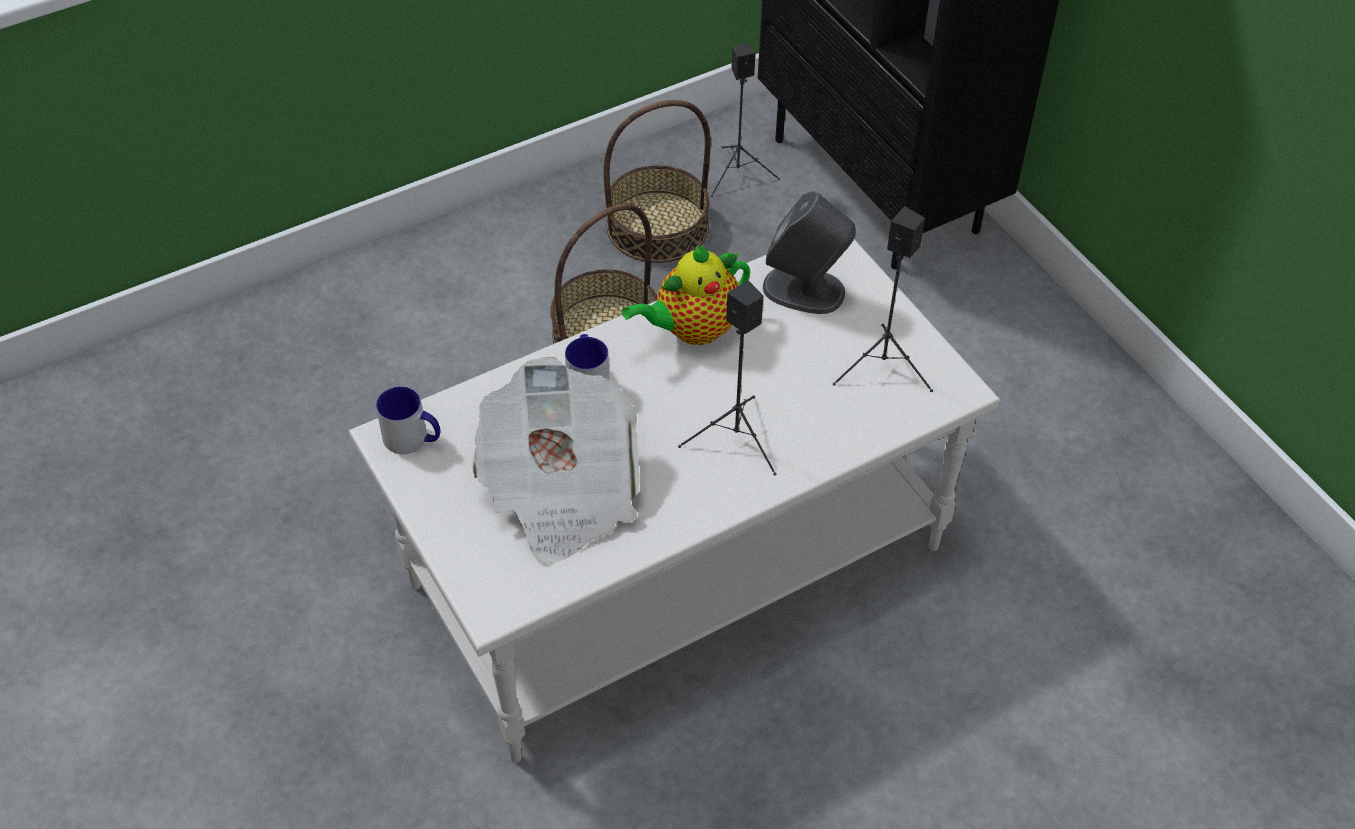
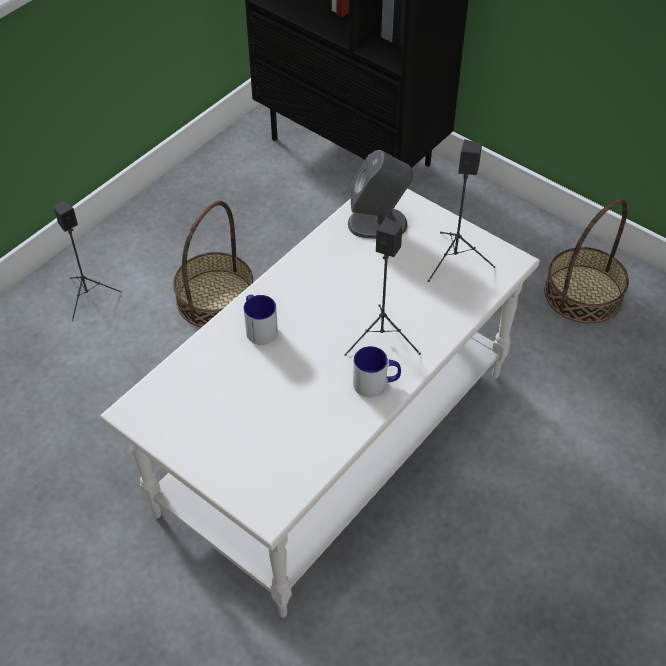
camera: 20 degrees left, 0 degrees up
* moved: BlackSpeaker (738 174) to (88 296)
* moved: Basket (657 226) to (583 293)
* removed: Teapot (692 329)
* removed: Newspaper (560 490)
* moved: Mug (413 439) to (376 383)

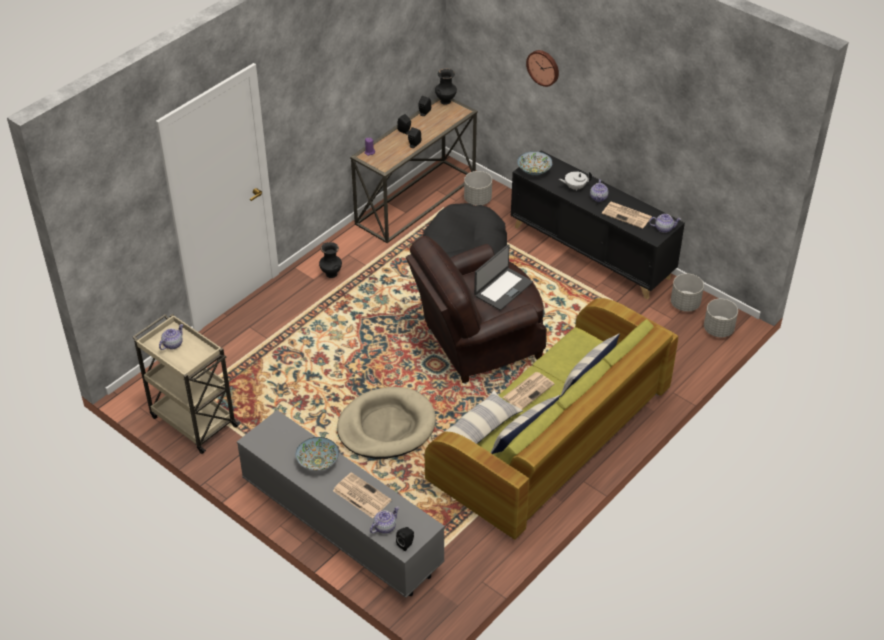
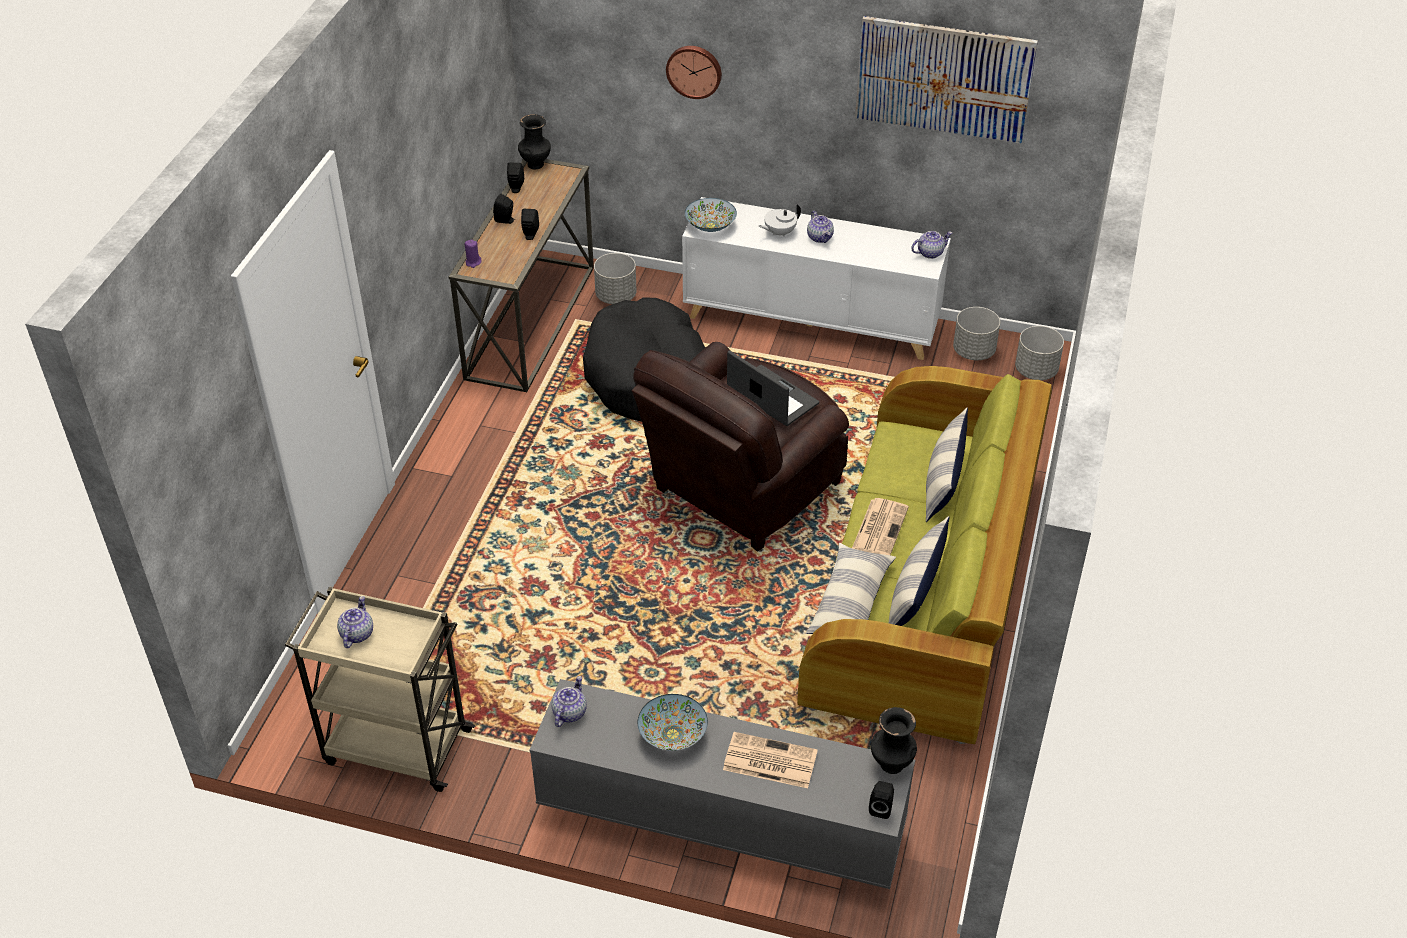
camera: 25 degrees left, 0 degrees up
* recoloured: BlackCabinet (591 252) to WhiteCabinet (812 320)
* removed: Newspaper (627 215)
* moved: BlackVase (331 274) to (890 764)
* turned: Laptop (502 289) = (771 397) 60 degrees counterclockwise
* removed: BeigeDogBed (386 426)
* moved: Teapot (384 527) to (569 712)
* added: Picture (943 79)

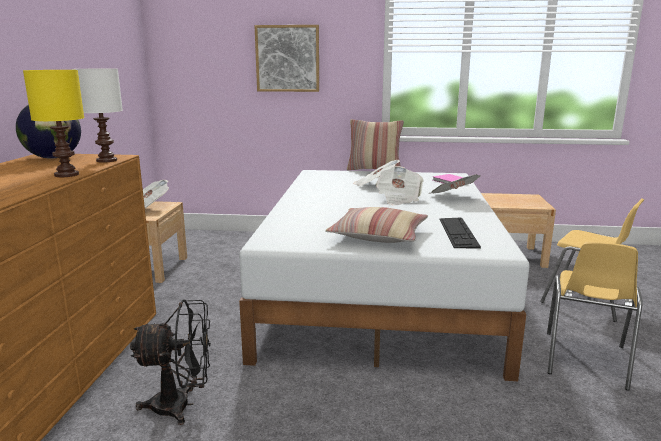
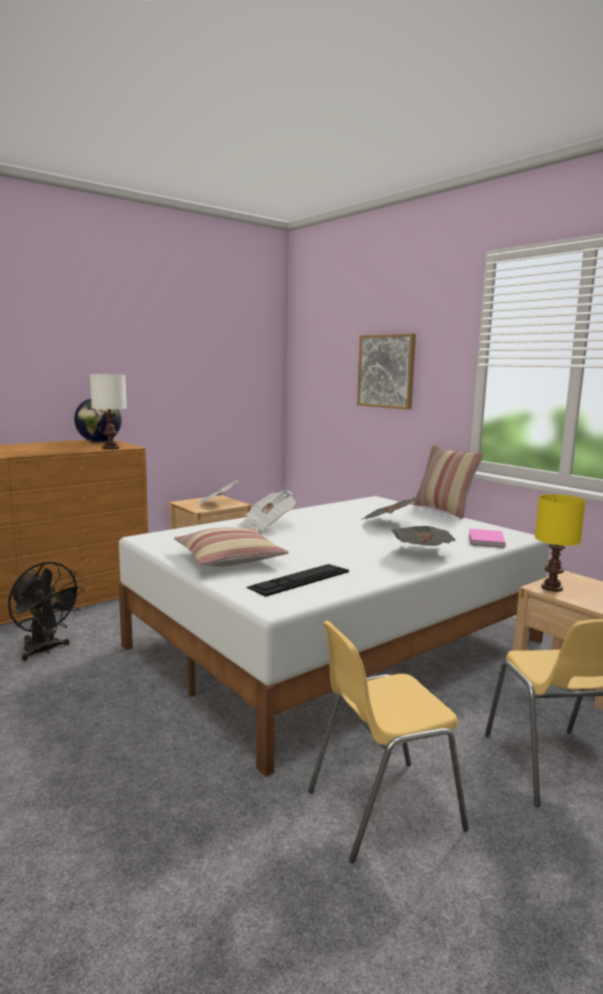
camera: 45 degrees right, 5 degrees down
* moved: YellowTableLamp (66 175) to (551 588)
* moved: Newspaper (398 199) to (265 526)

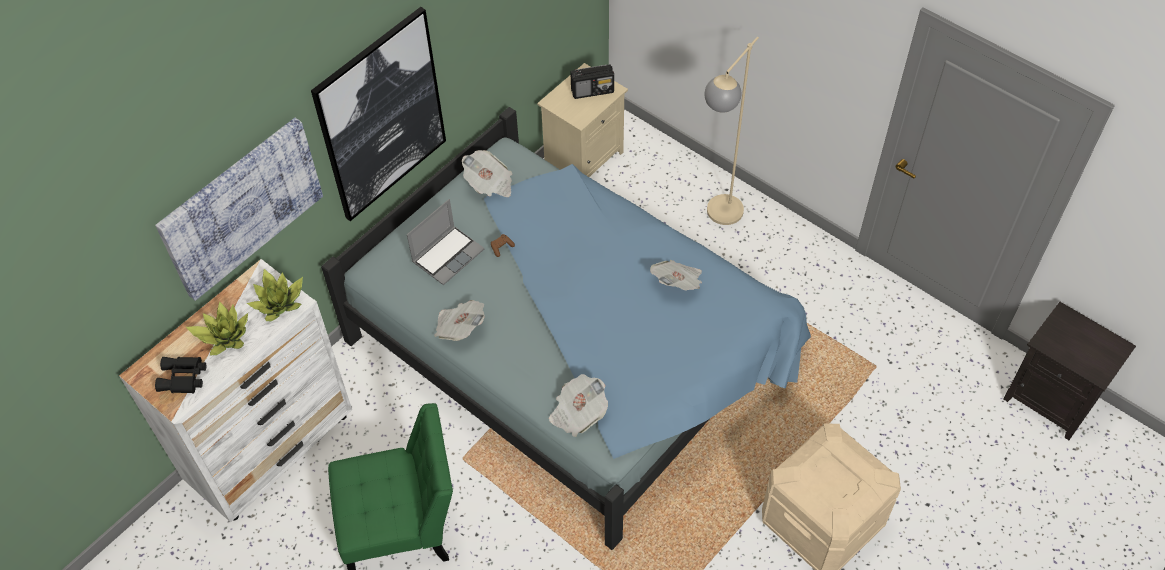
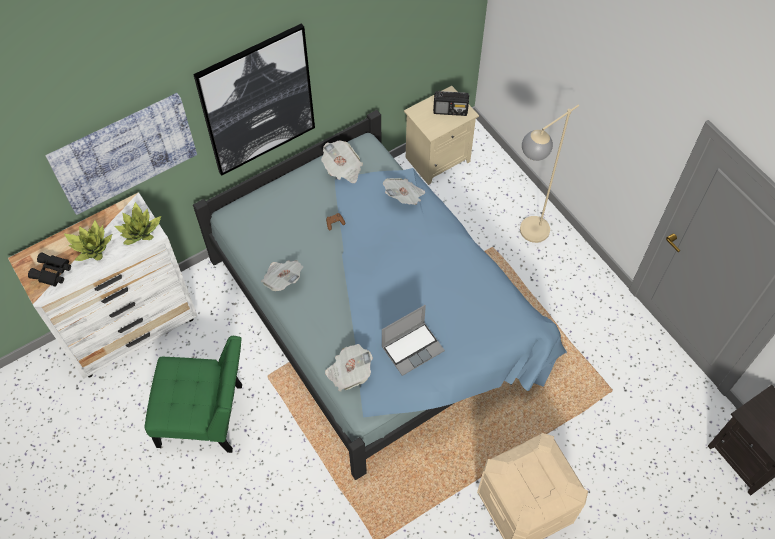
camera: 15 degrees right, 5 degrees up
* moved: Laptop (448 255) to (413 348)
* moved: Newspaper (678 283) to (404 197)

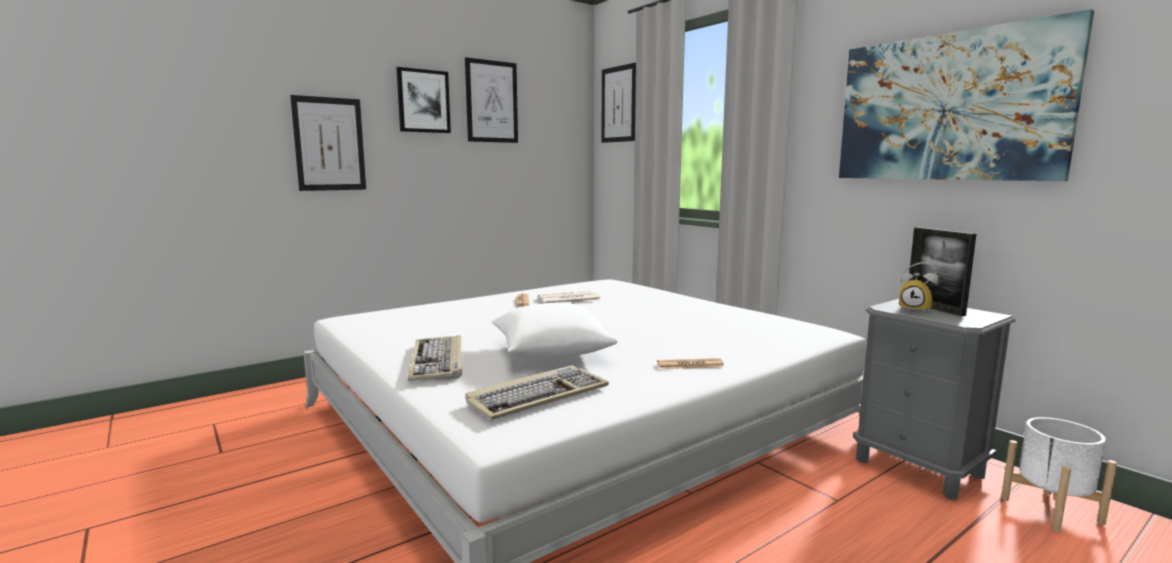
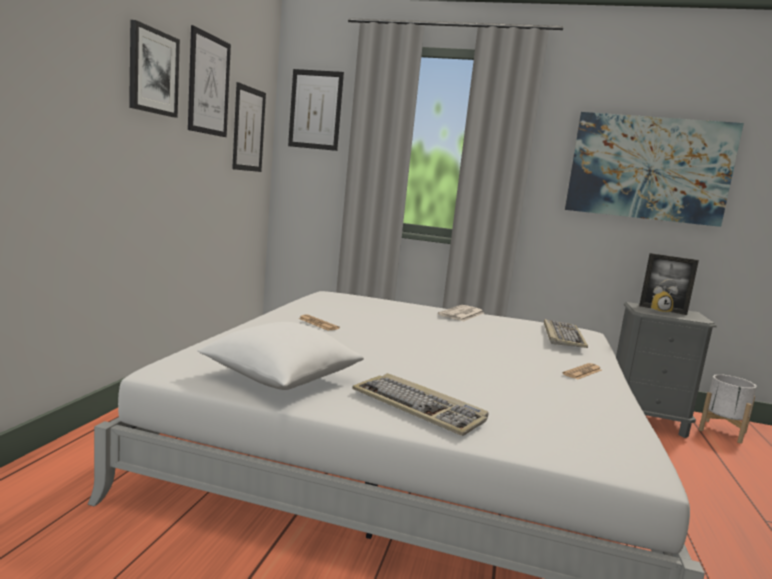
camera: 40 degrees left, 0 degrees up
* moved: Picture (329 144) to (248 129)
* moved: Newspaper (568 299) to (461 314)
* moved: WhitePillow (551 353) to (280 378)
* moved: Keyboard (538 396) to (562 336)

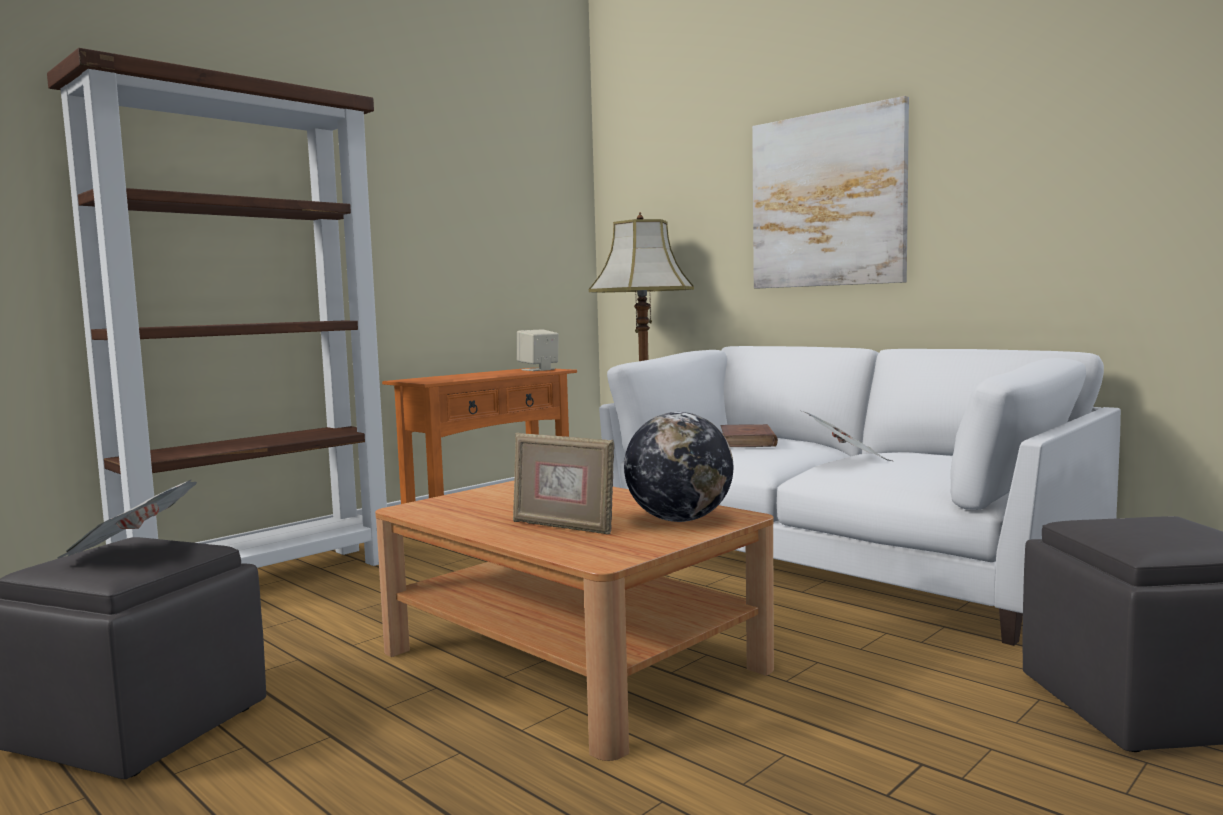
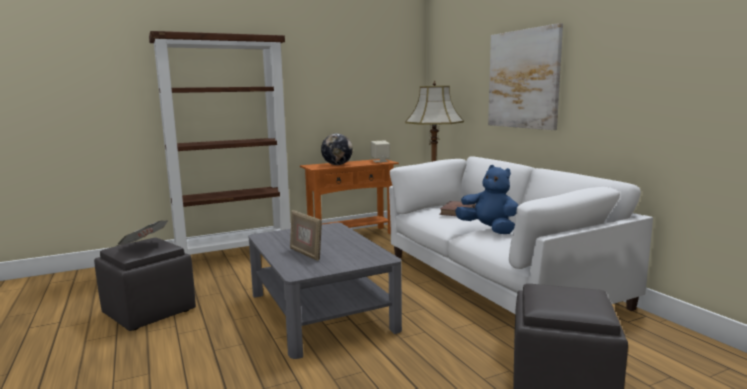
camera: 20 degrees right, 5 degrees up
* replaced: Newspaper (846 459) to BluePlushToy (489 229)
* moved: Globe (679 520) to (337 165)
* recoloured: BrownCoffeeTable (572 659) to GreyCoffeeTable (321 311)

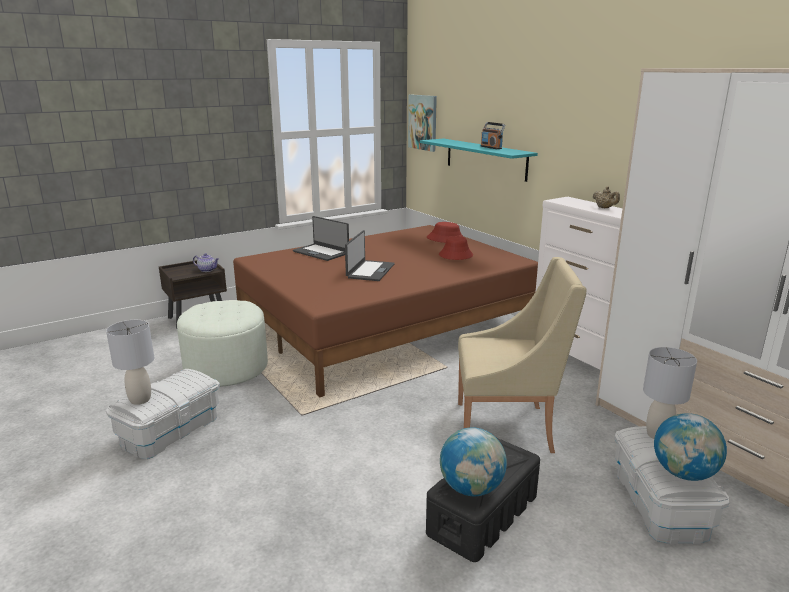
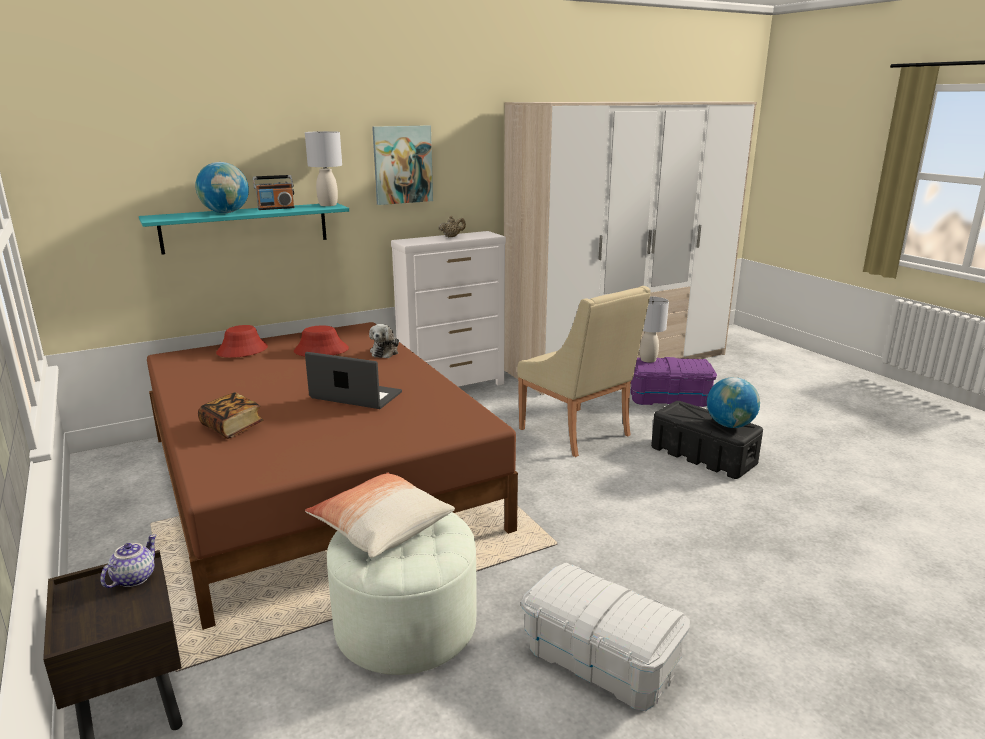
camera: 85 degrees left, 0 degrees up
* moved: Picture (423 122) to (402 164)
* replaced: Laptop (321 252) to Book (232 427)
* turned: BeigeArmchair (507 427) = (578 433) 135 degrees clockwise
* moved: GreyTableLamp (140 399) to (328 205)
* moved: Globe (683 473) to (225 213)
* recoloured: WhiteStorageBox (660 504) to PurpleStorageBox (669 398)
* added: PlushToy (385 352)
* added: Pillow (381 528)

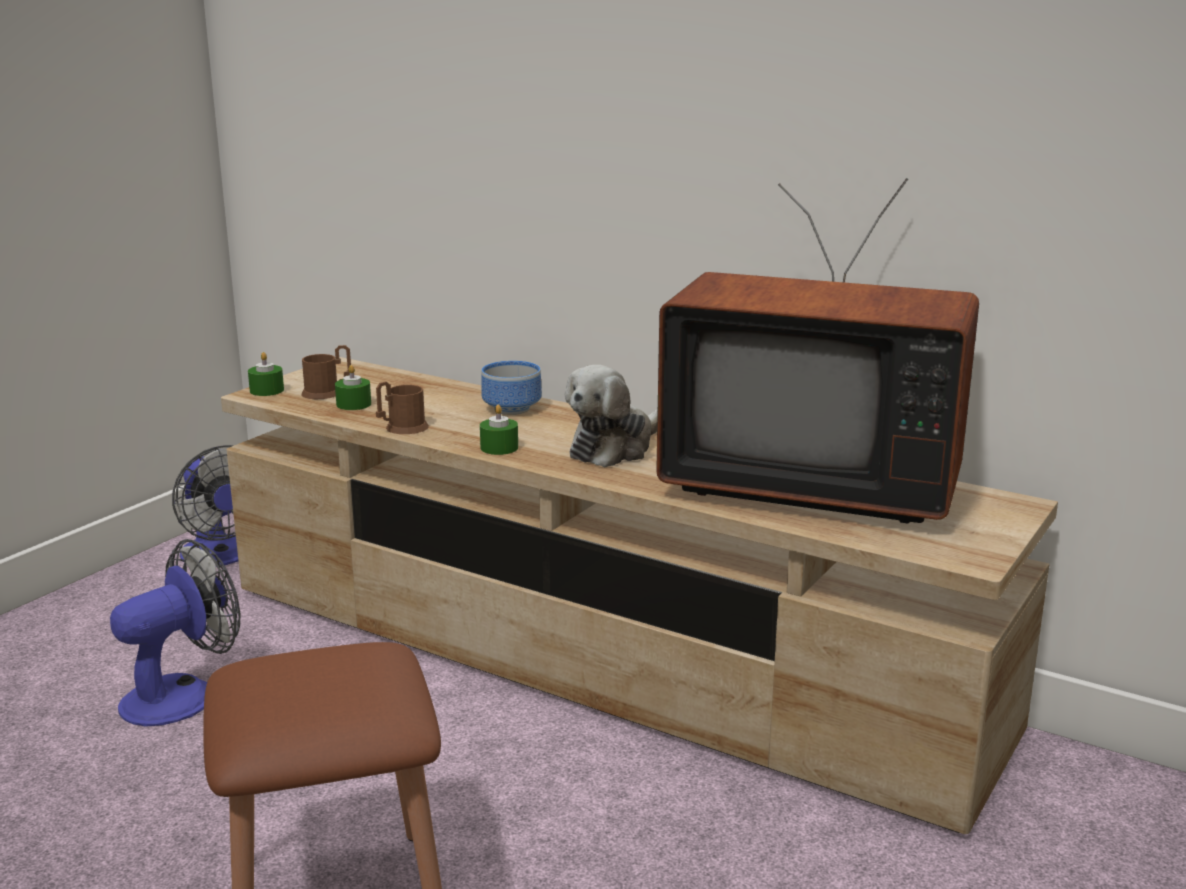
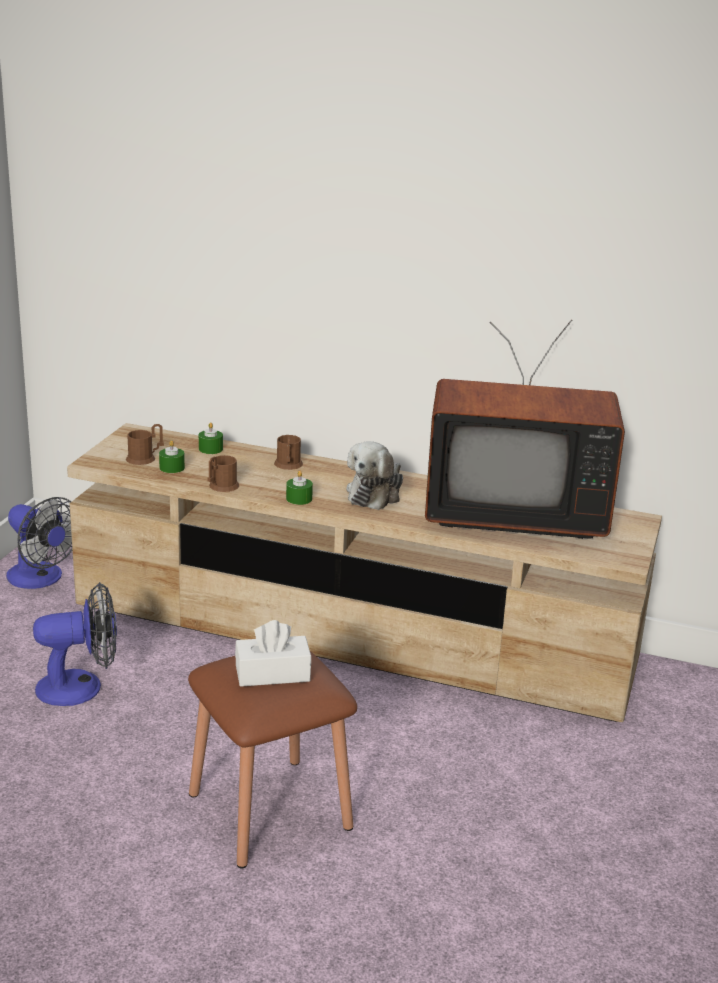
camera: 15 degrees left, 5 degrees up
* moved: GreenCandle (267 390) to (210 449)
* replaced: Bowl (513 409) to BrownMug (288 465)
* turned: Fan (182 694) = (81 686) 45 degrees clockwise
* added: WhiteTissueBox (272 673)

